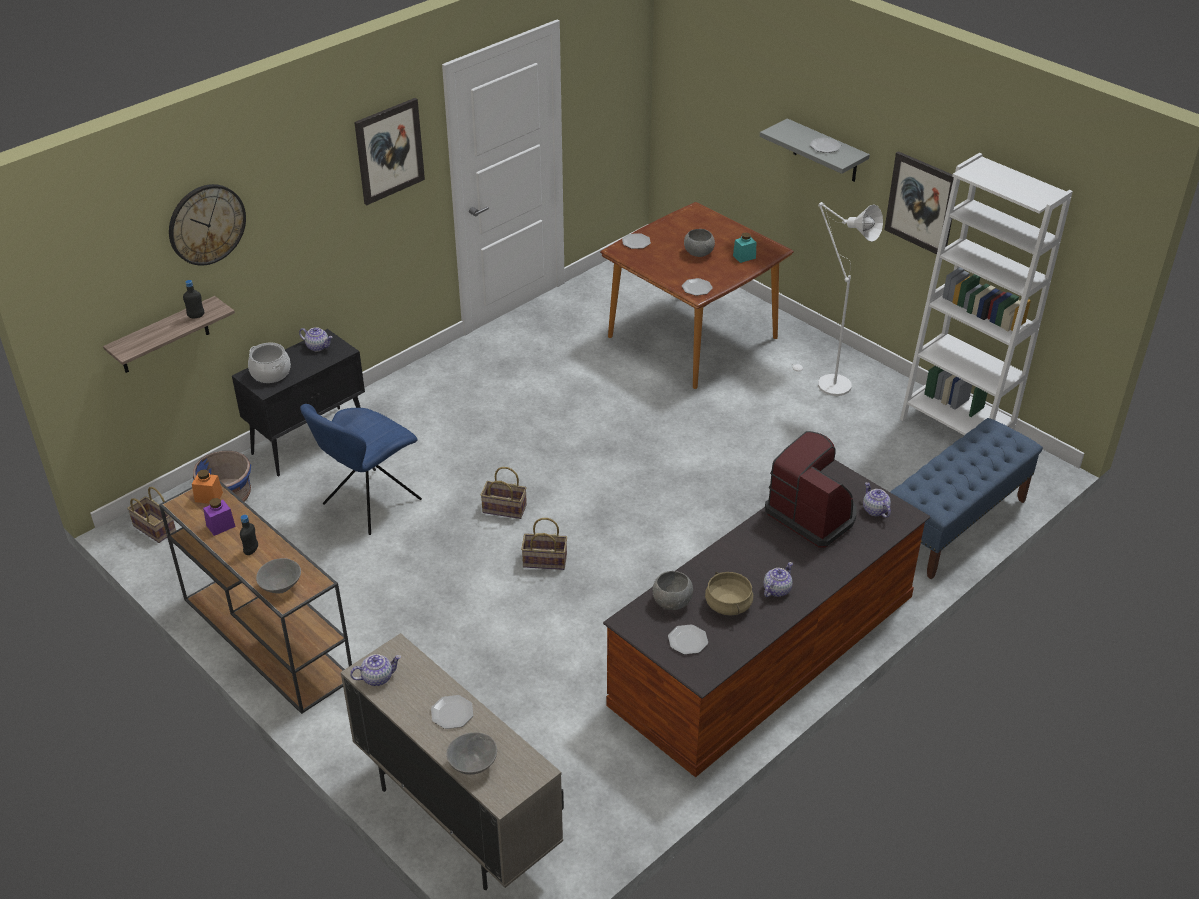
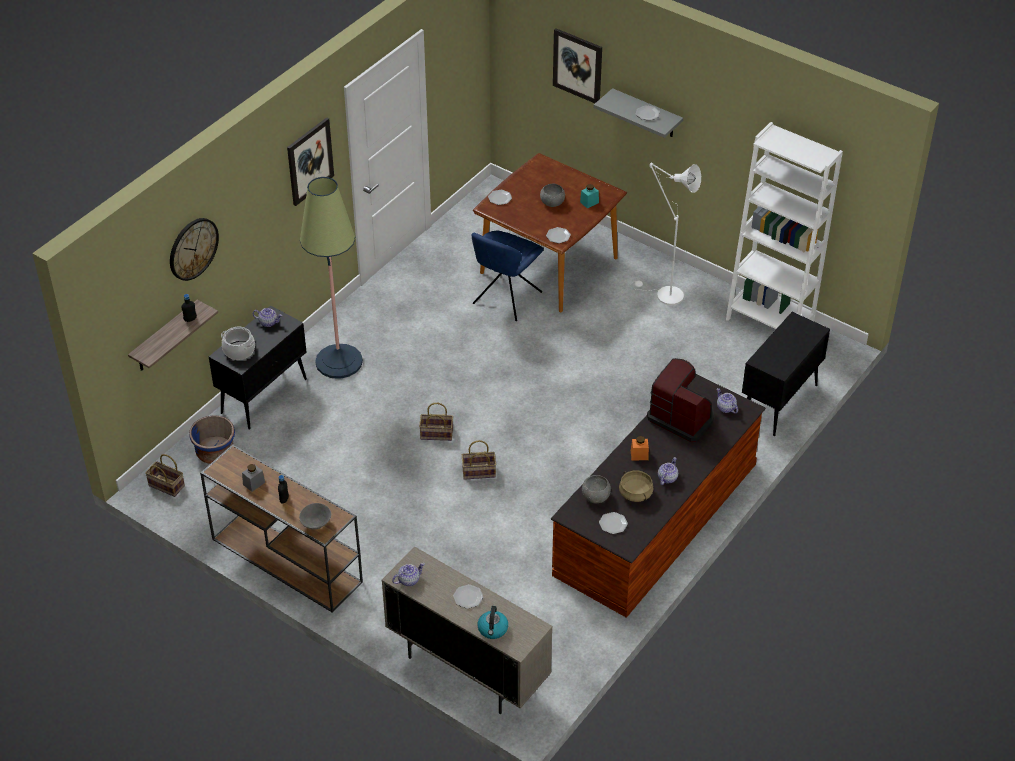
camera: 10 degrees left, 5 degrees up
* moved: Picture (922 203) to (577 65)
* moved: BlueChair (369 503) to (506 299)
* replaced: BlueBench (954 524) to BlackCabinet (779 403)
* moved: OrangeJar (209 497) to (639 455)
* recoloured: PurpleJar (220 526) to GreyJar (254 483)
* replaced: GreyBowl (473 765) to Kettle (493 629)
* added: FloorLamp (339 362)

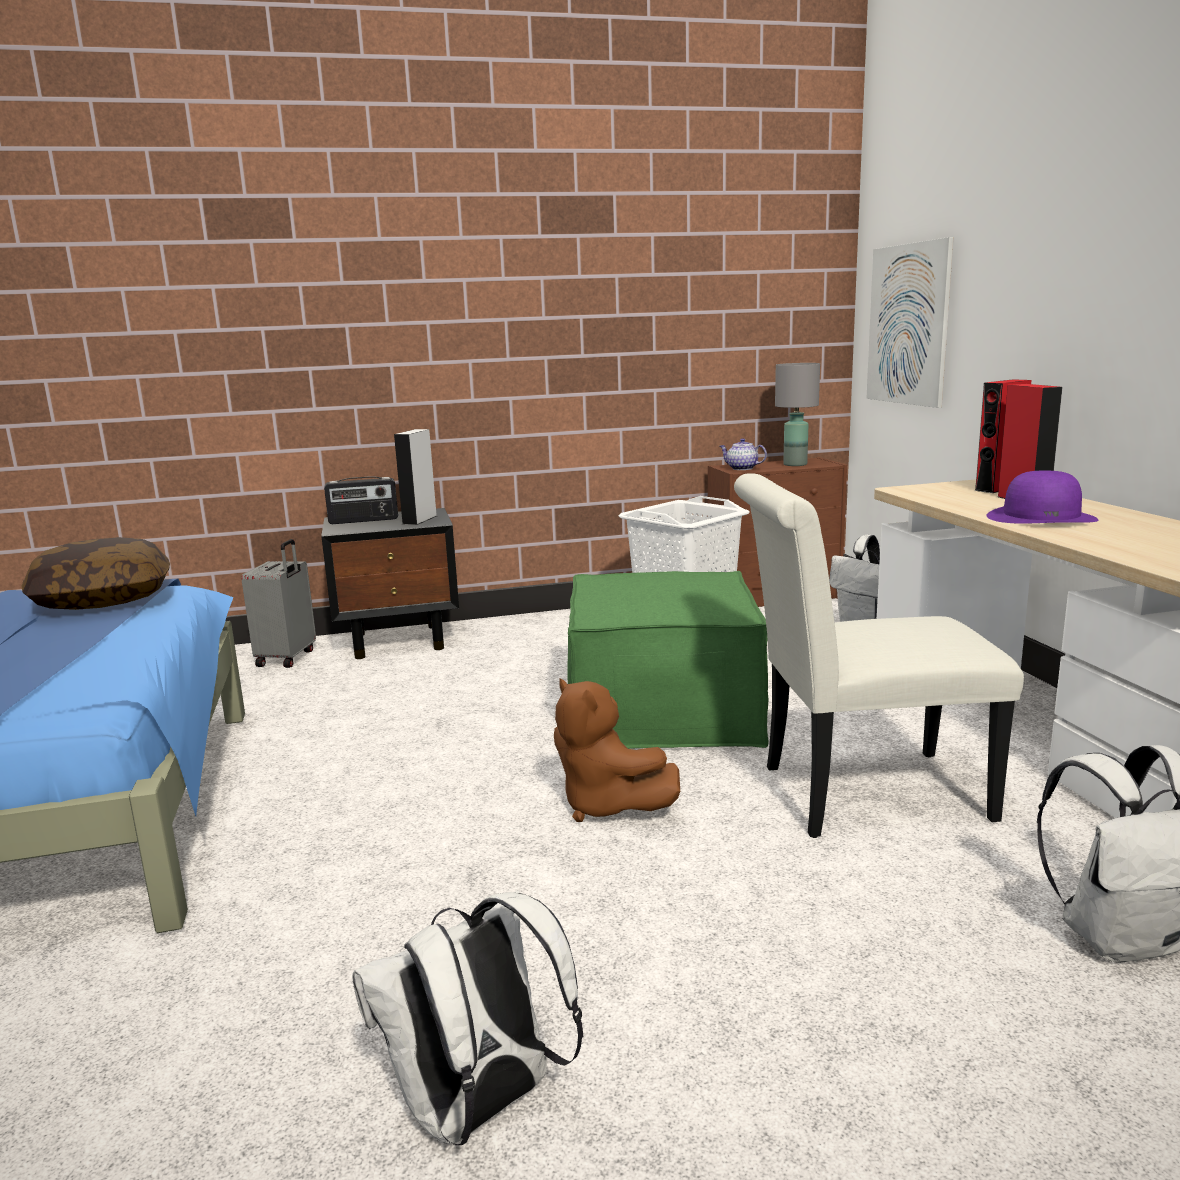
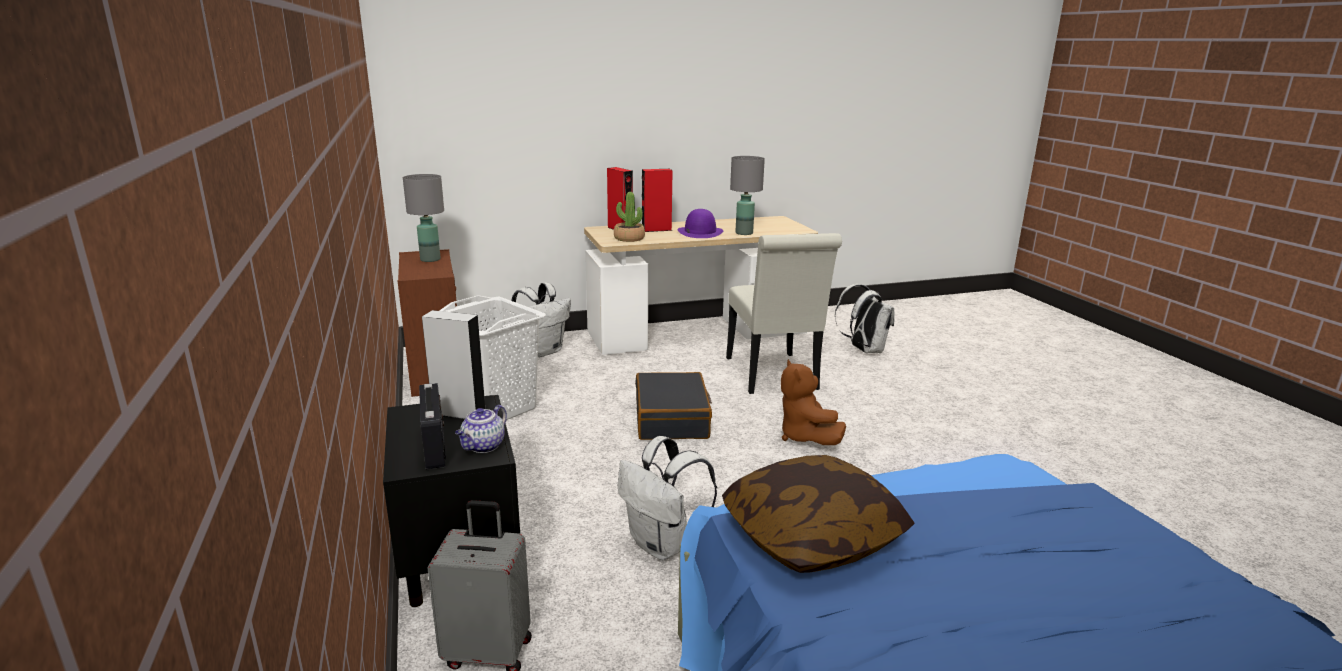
camera: 95 degrees left, 5 degrees up
* removed: Picture (908 325)
* moved: Teapot (741 468) to (483 446)
* replaced: GreenOttoman (664 711) to BlackSuitcase (672 419)
* turned: BrownPlushToy (607 805) = (805 437) 120 degrees clockwise
* moved: WhiteBackpack (479 1110) to (663 545)
* added: GreyTableLamp (743 233)
* added: PottedPlant (629 238)

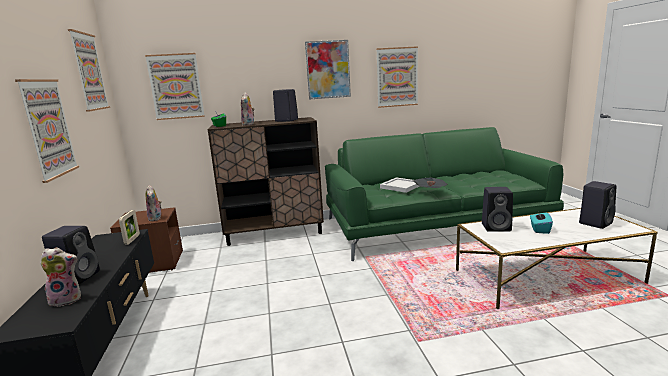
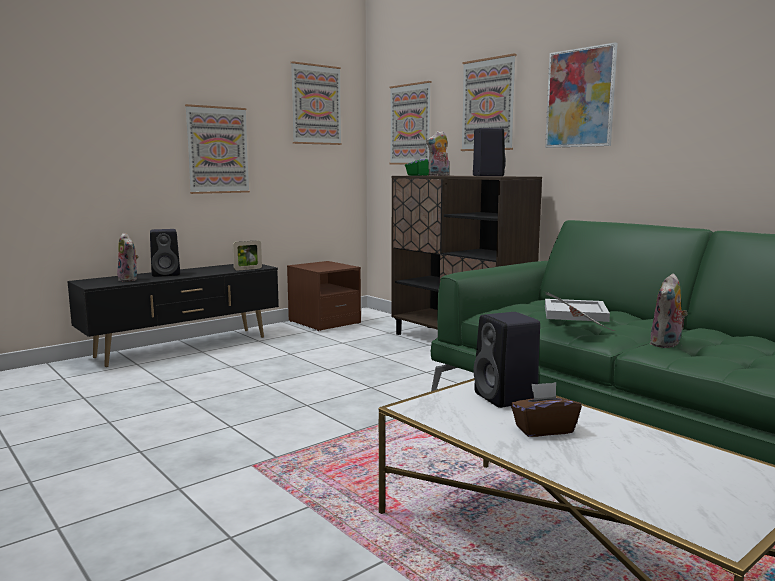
camera: 60 degrees right, 5 degrees down
* moved: Picture (397 77) to (488 105)
* removed: BlackSpeaker (595 223)
* moved: PlushToy (156 218) to (667 344)
* recoloured: TurquoiseTissueBox (539 229) to BrownTissueBox (543 429)

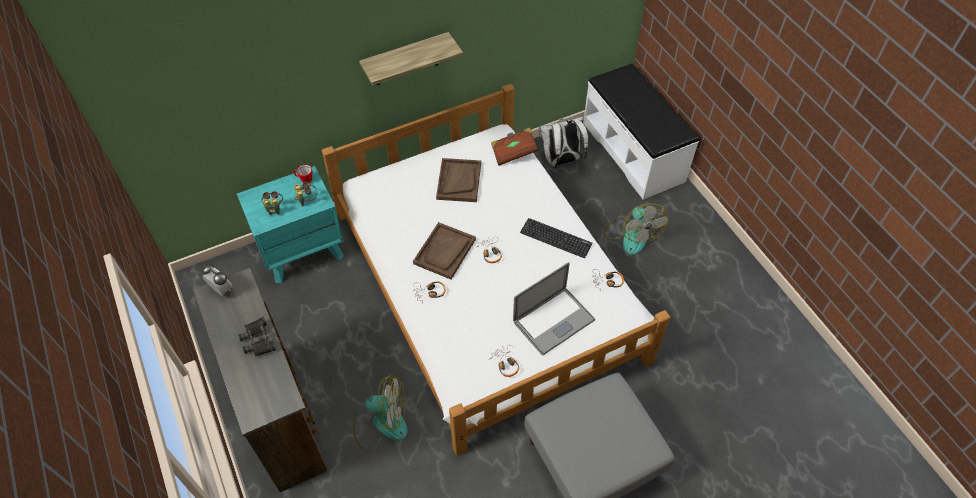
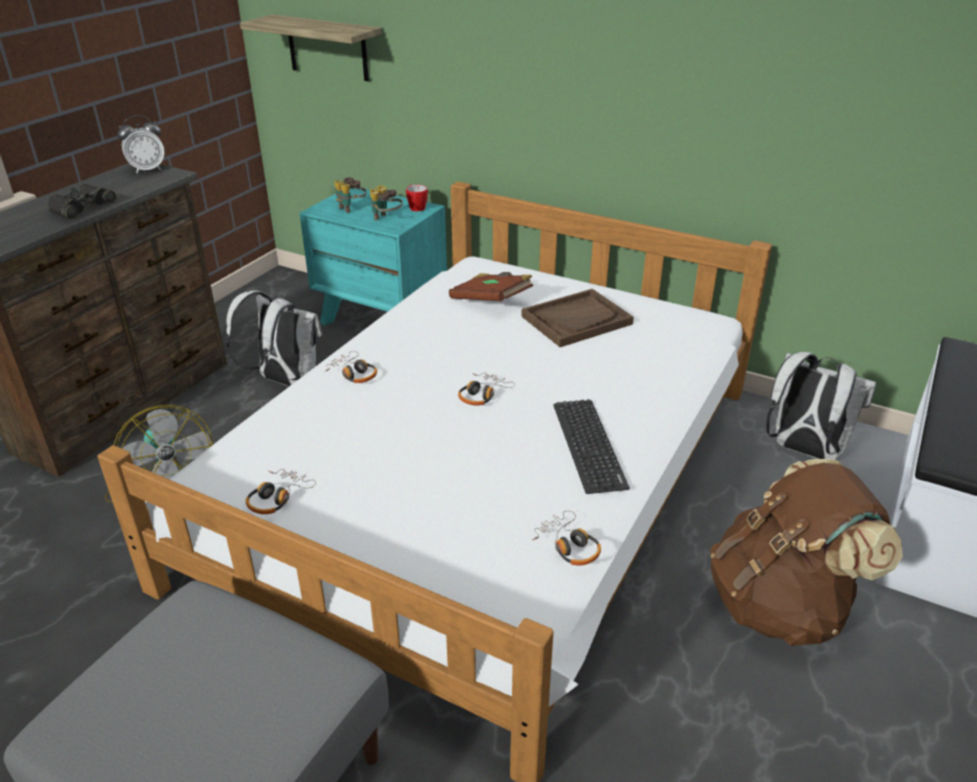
camera: 55 degrees right, 20 degrees down
* moved: Shelf (406 60) to (327 48)
* moved: BrownBook (513 152) to (491 301)
* replaced: Fan (631 235) to BrownBackpack (781 605)
* removed: BrownTray (444 252)
* removed: Laptop (553 321)
* turned: AlarmClock (221 289) = (148 170) 60 degrees clockwise
* added: WhiteBackpack (285 380)

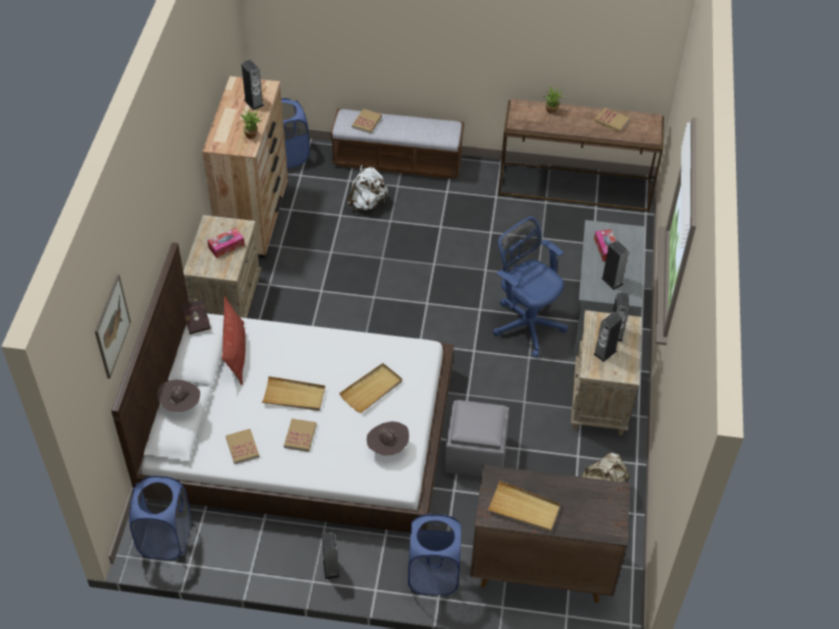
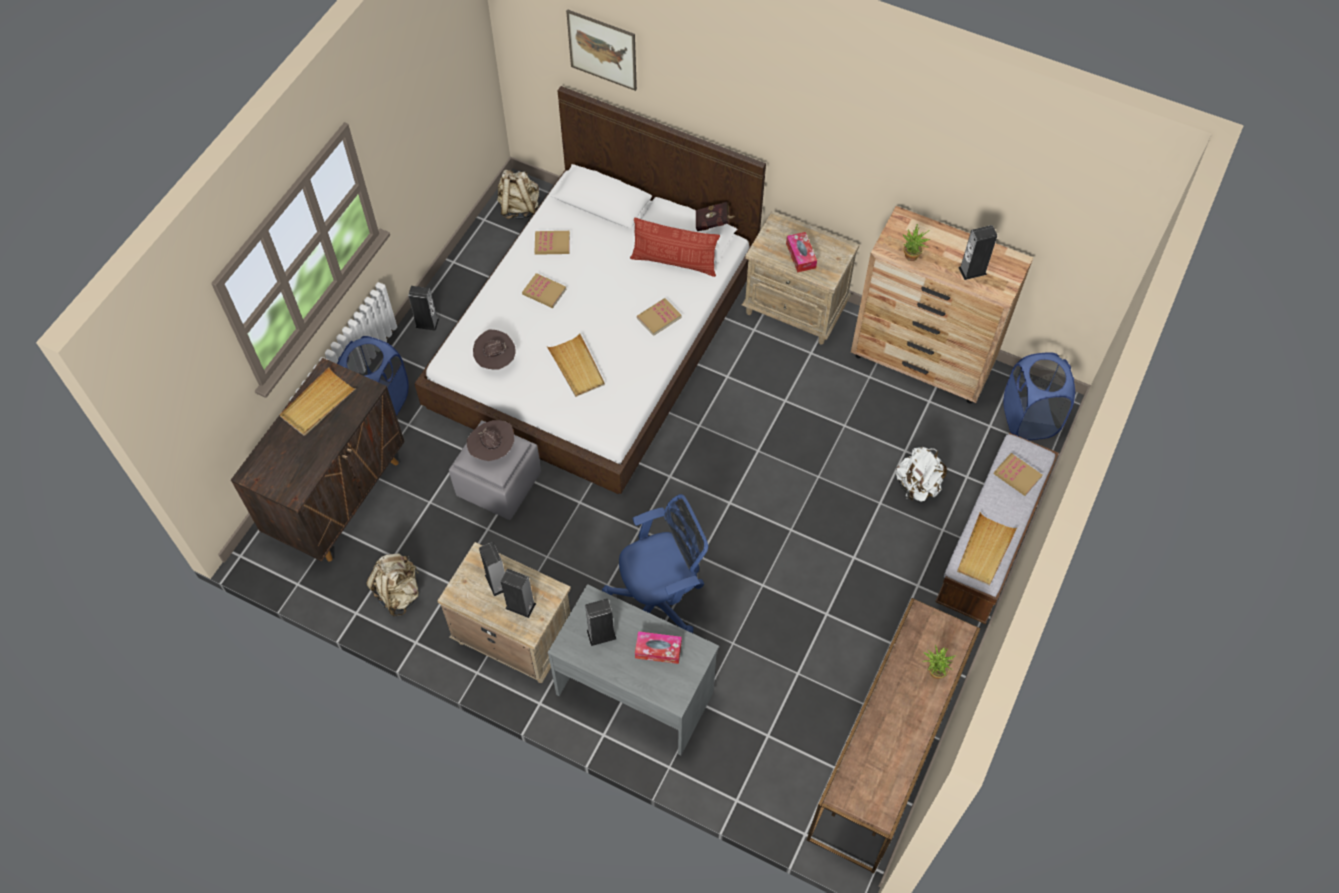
camera: 110 degrees right, 10 degrees up
* moved: Book (611 121) to (659 318)
* moved: BeigeTray (294 396) to (984 551)
* moved: BrownHat (181 405) to (492 450)
* replaced: BlueLaundryBasket (166 538) to BeigeBackpack (519 208)

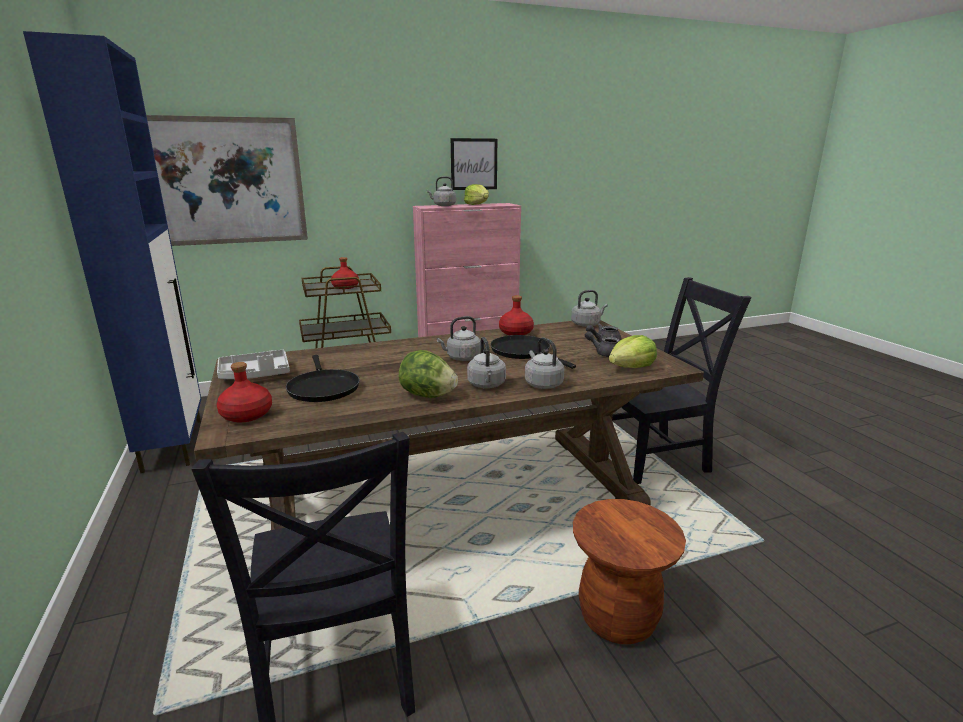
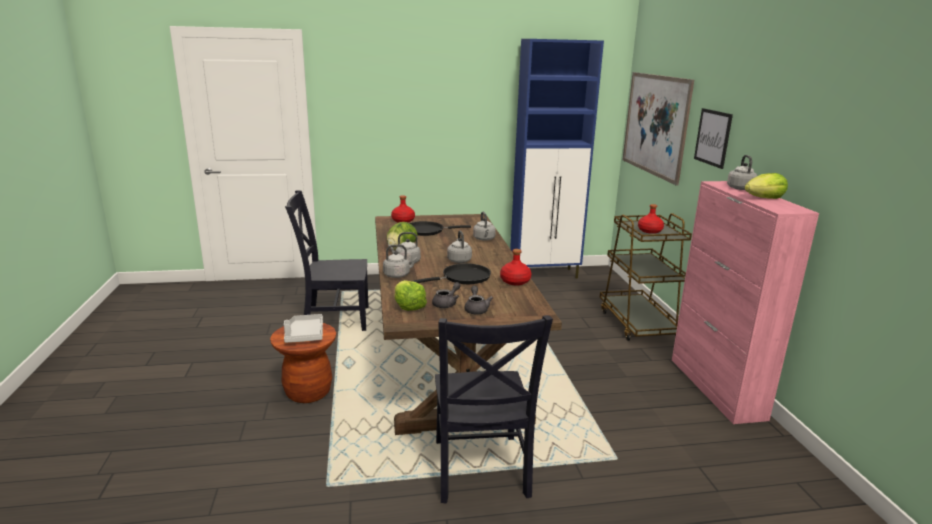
camera: 100 degrees right, 0 degrees up
* moved: Picture (474 164) to (713 137)
* moved: GreyKettle (587 324) to (484 239)
* moved: GreyTray (255 375) to (304 335)

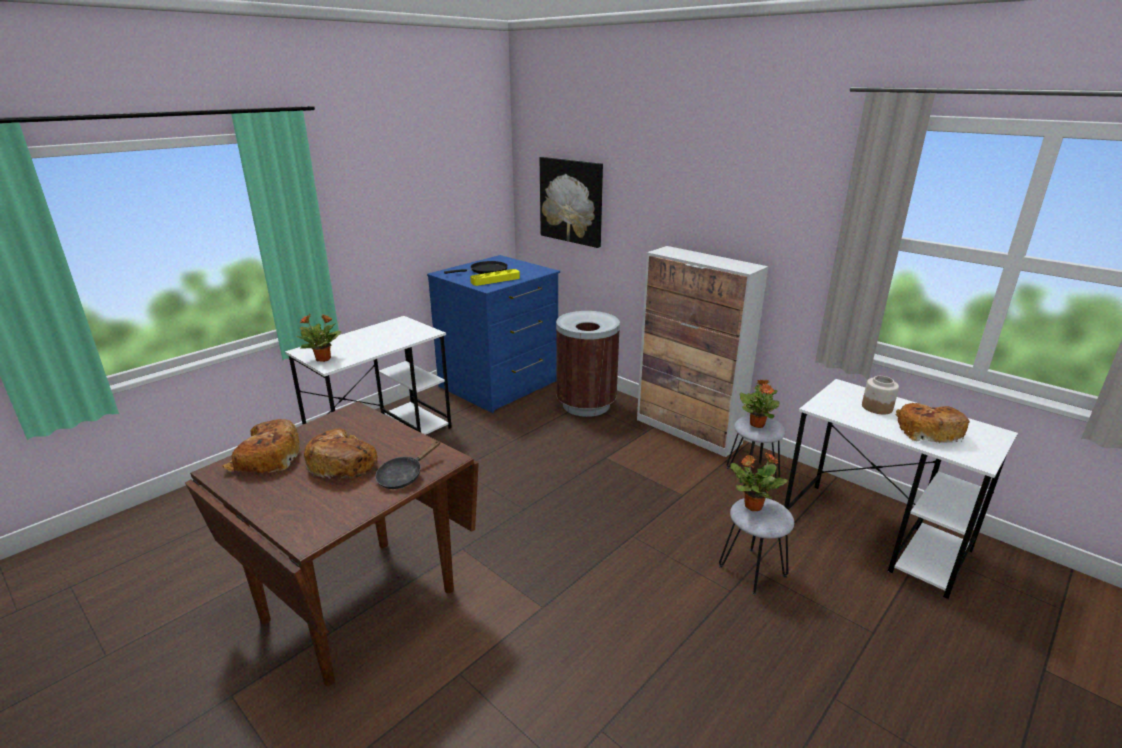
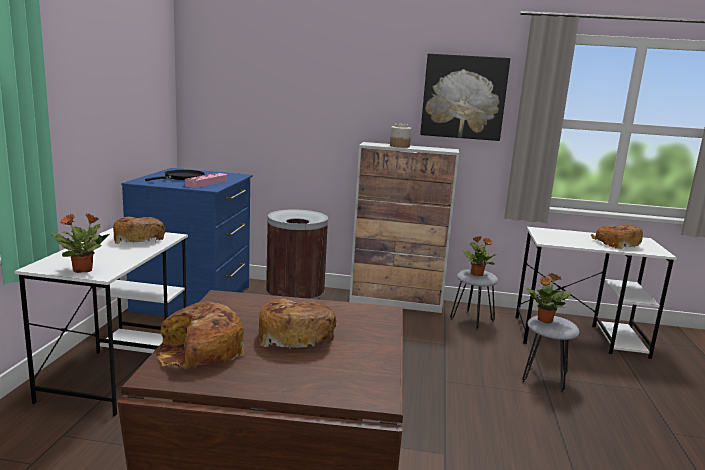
camera: 35 degrees left, 10 degrees down
* moved: Picture (571 201) to (463 97)
* recoloured: YellowTray (495 280) to PinkTray (206 183)
* moved: Jar (876 407) to (399 146)
* removed: BlackFryingPan (403 476)
* added: Bread (138 239)

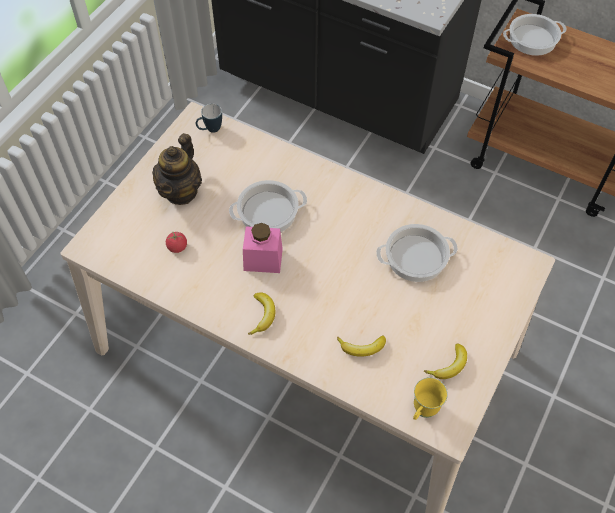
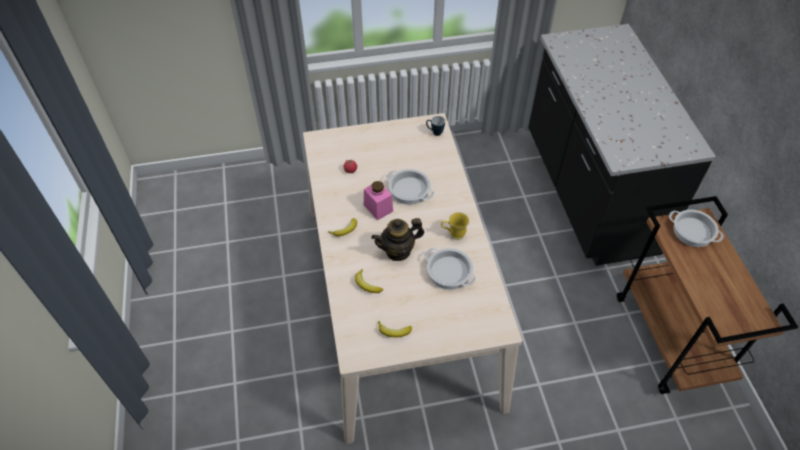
camera: 50 degrees right, 5 degrees down
* moved: Teapot (181 191) to (398 251)
* moved: YellowMug (422 412) to (453 234)

